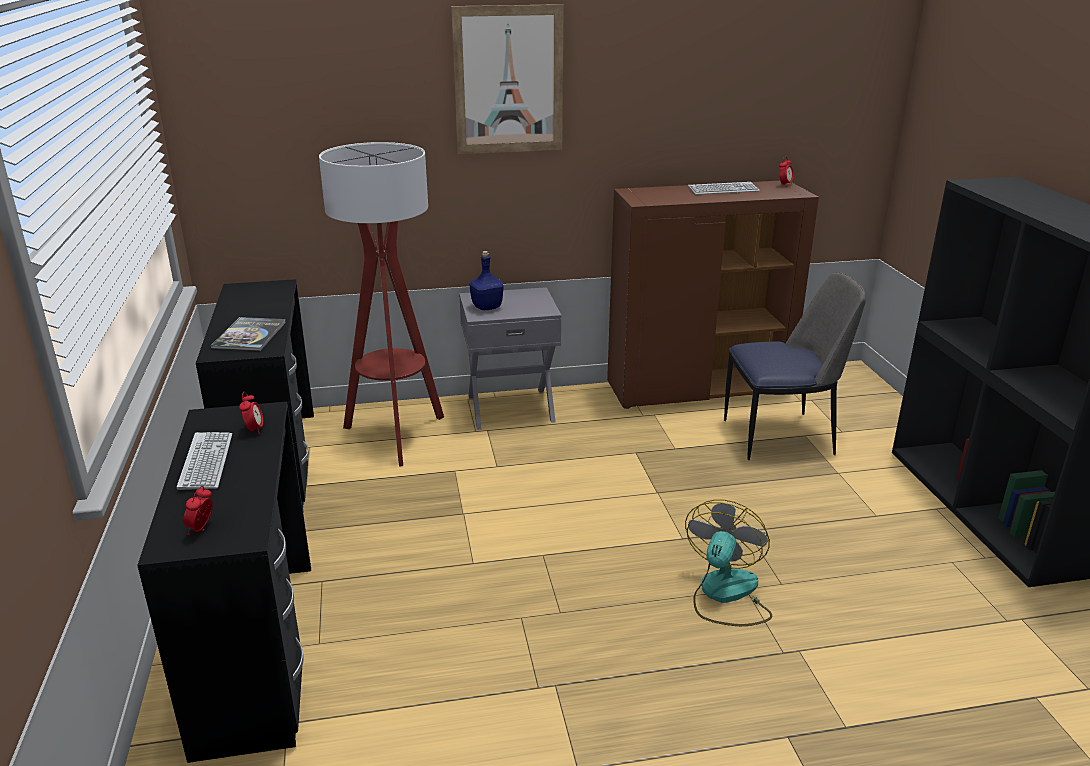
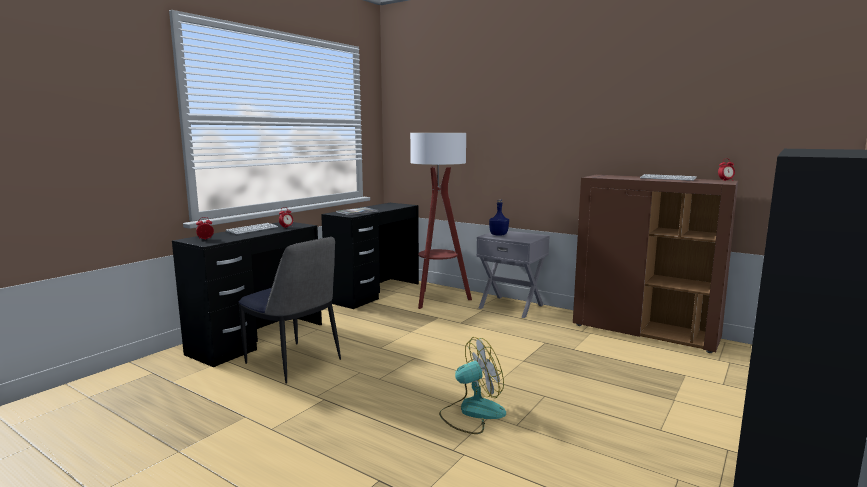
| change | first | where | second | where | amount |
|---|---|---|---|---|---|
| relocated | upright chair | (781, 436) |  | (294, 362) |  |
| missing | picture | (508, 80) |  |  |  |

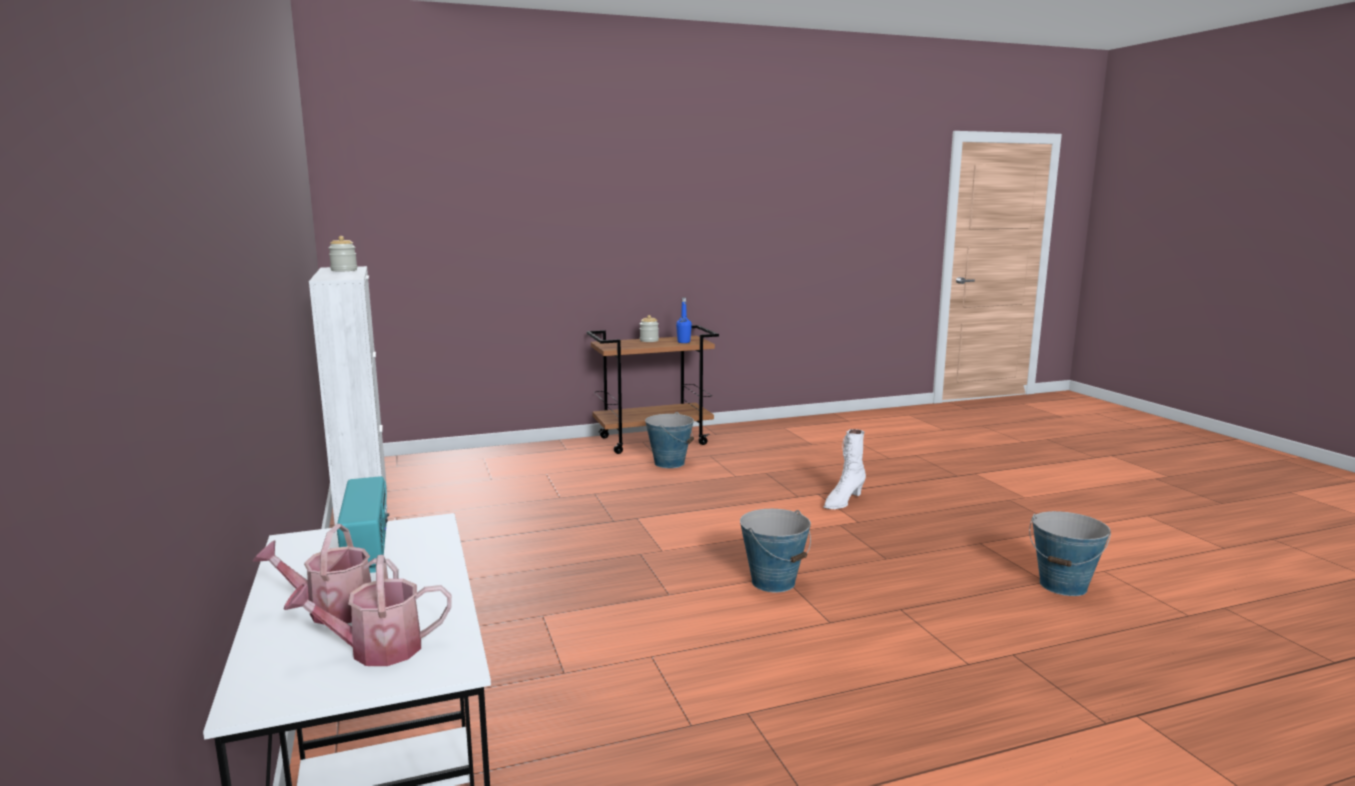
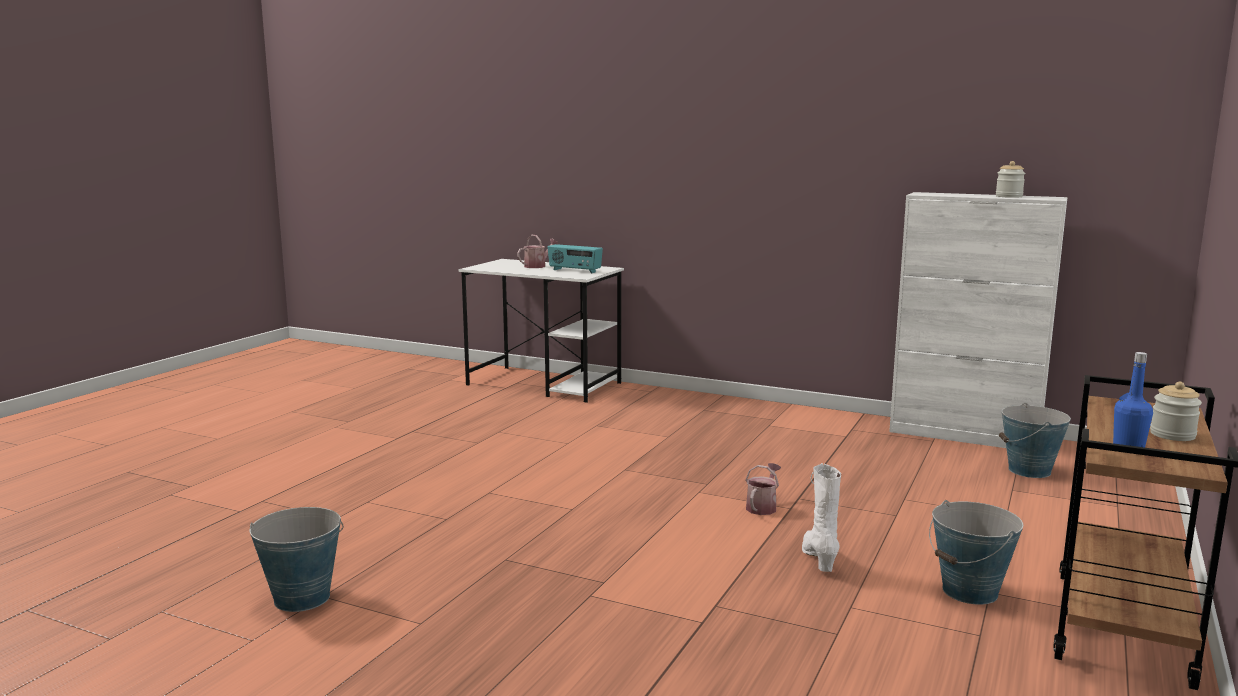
| change | first | where | second | where | amount |
|---|---|---|---|---|---|
| relocated | watering pot | (376, 650) |  | (762, 506) |  |
| relocated | white high-top boot | (843, 502) |  | (819, 558) |  |
| relocated | water bucket | (773, 582) |  | (1029, 470) |  |

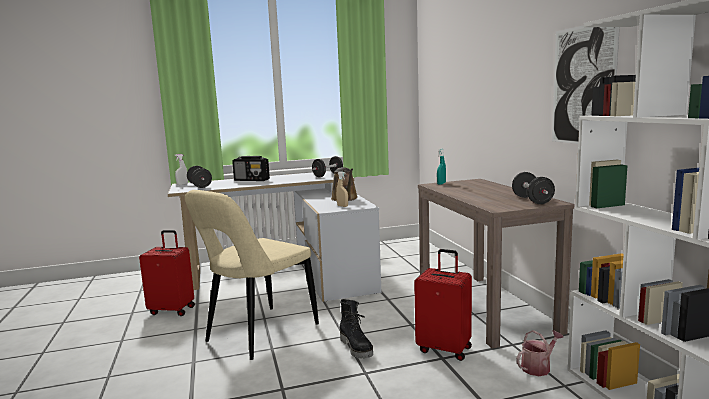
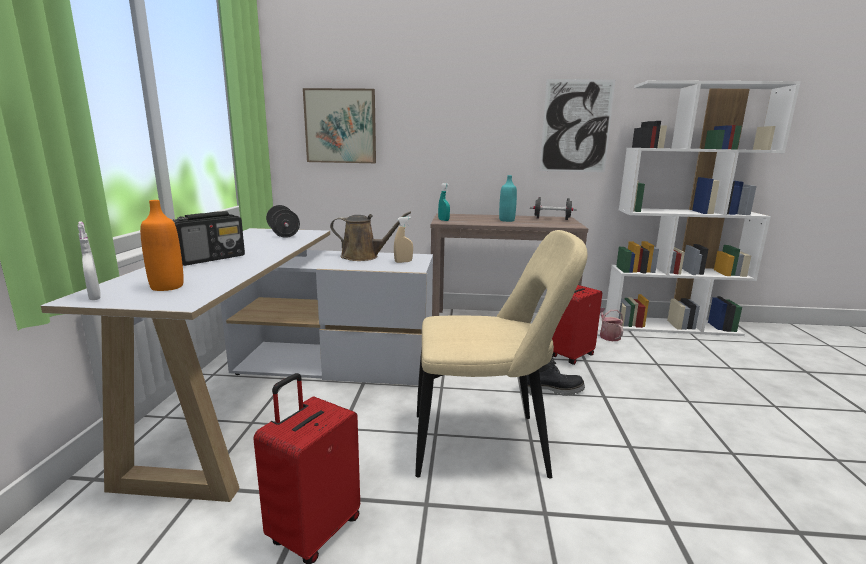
| change | first | where | second | where | amount |
|---|---|---|---|---|---|
| exchanged | black-coloured dumbbell | (200, 186) | orange drink bottle | (167, 287) |  |
| appeared |  |  | picture | (340, 126) |  |
| spun | sand-coloured upright chair | (258, 335) |  | (486, 445) | 60 degrees counterclockwise |
| appeared |  |  | turquoise drink bottle | (506, 220) |  |

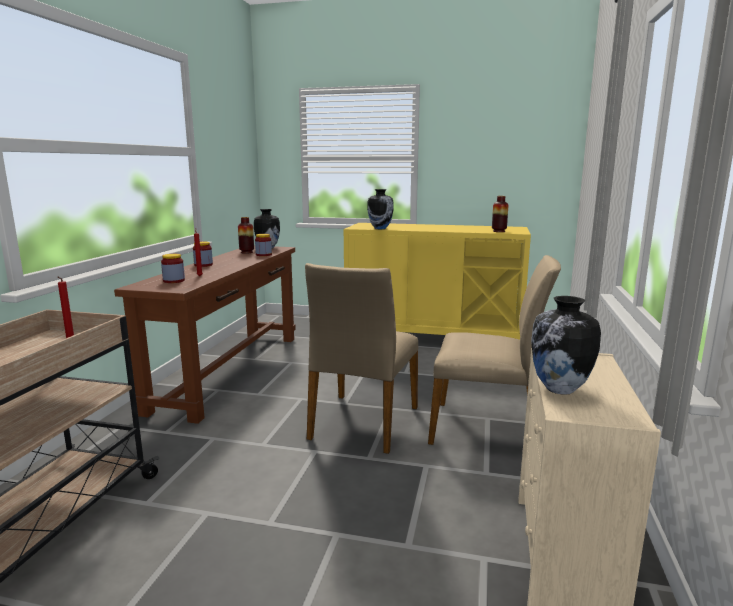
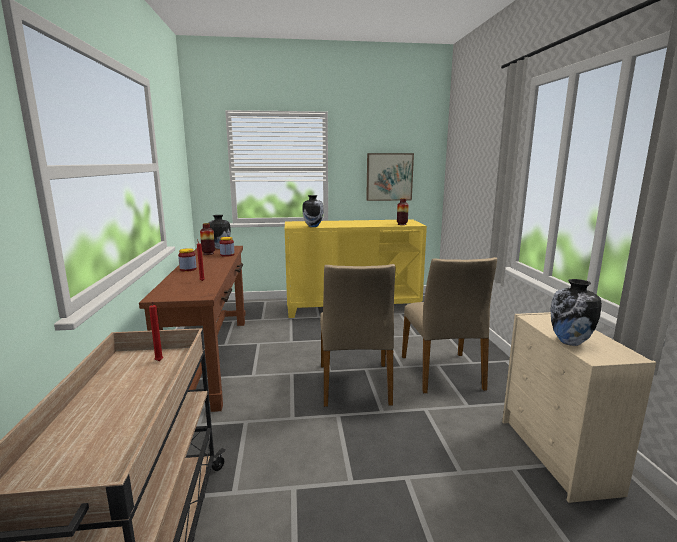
| change | first | where | second | where | amount |
|---|---|---|---|---|---|
| appeared |  |  | picture | (389, 177) |  |
| spun | sand-coloured upright chair | (486, 428) |  | (442, 372) | 90 degrees clockwise |
| missing | storage jar | (174, 281) |  |  |  |

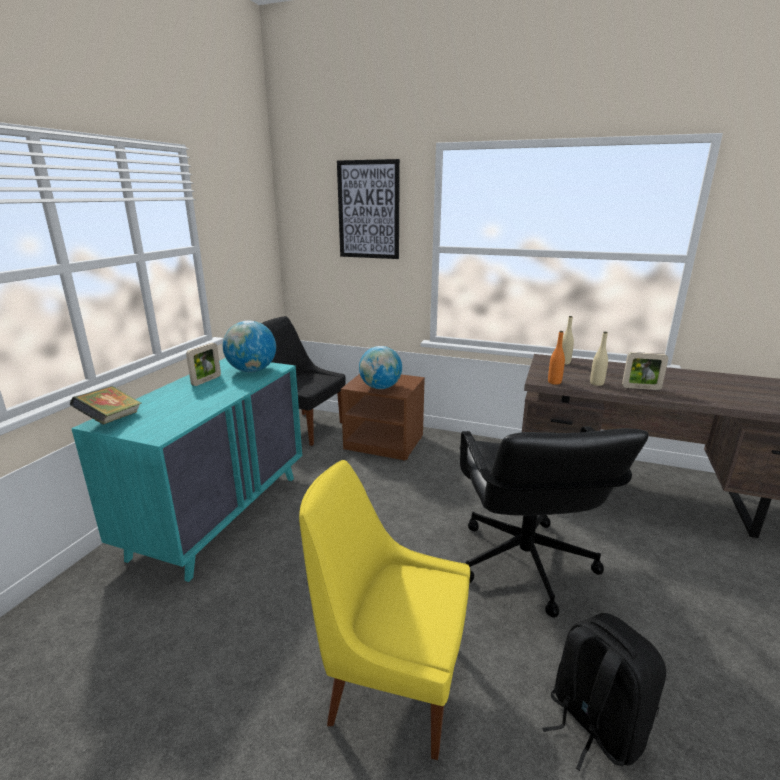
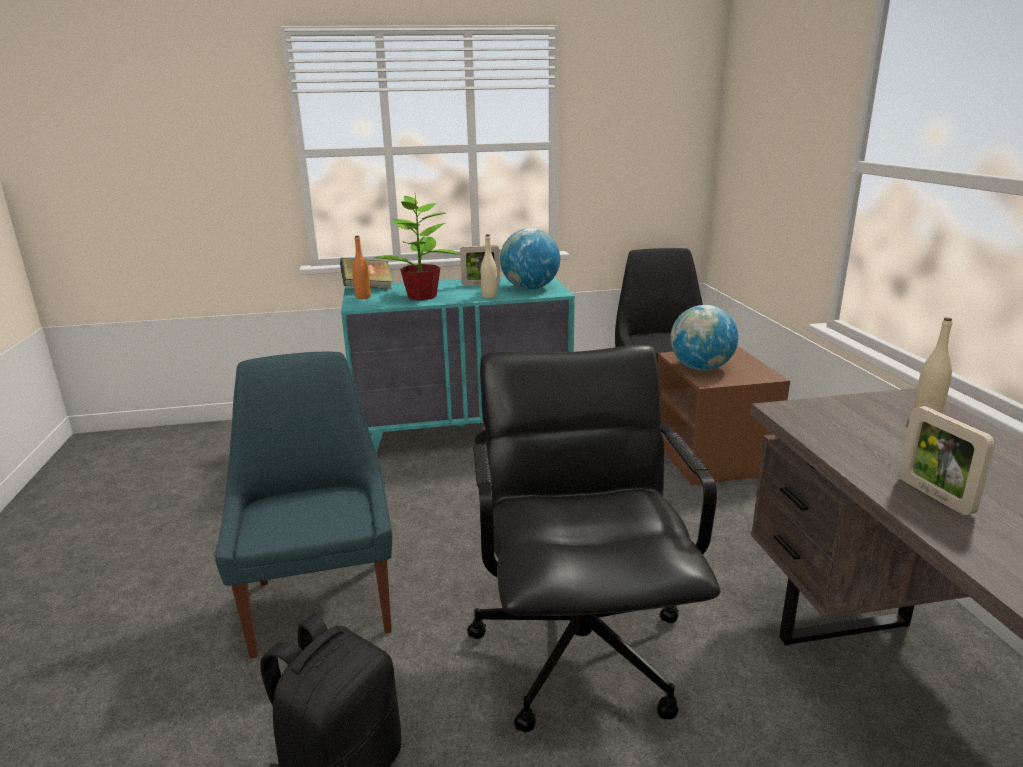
| change | first | where | second | where | amount |
|---|---|---|---|---|---|
| colour | yellow-coloured upright chair | (391, 682) | blue upright chair | (322, 602) |  |
| relocated | orange drink bottle | (554, 382) |  | (363, 297) |  |
| appeared |  |  | houseplant | (422, 297) |  |
| spun | black-coloured office chair | (524, 564) |  | (582, 649) | 120 degrees clockwise |
| relocated | sand-coloured drink bottle | (596, 383) |  | (489, 296) |  |
| missing | picture | (368, 210) |  |  |  |

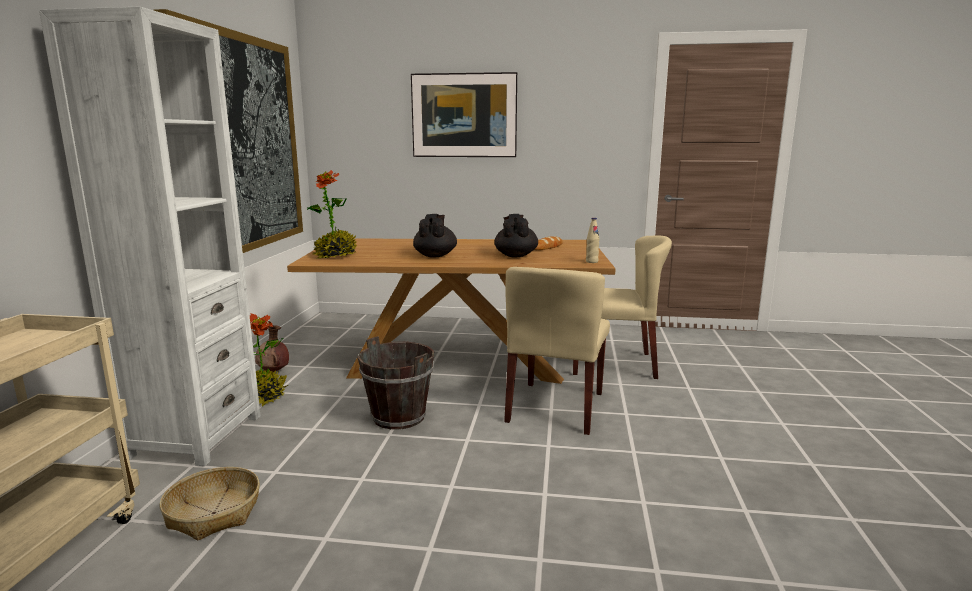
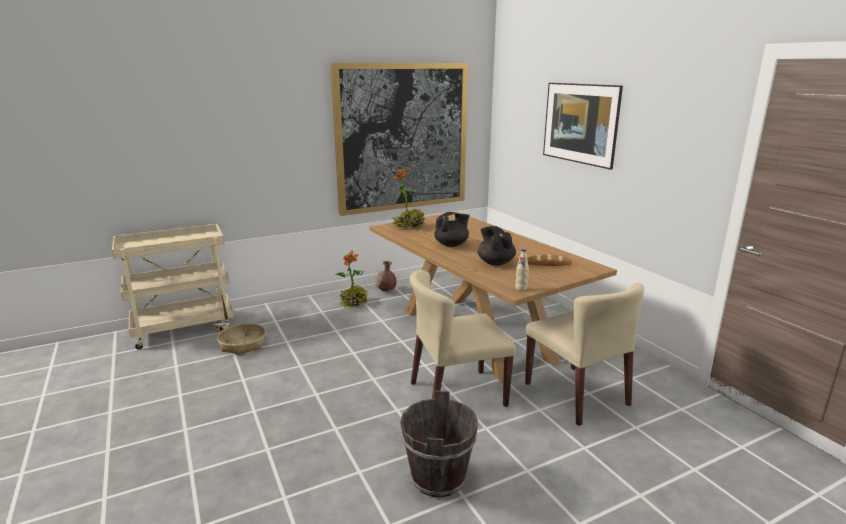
| change | first | where | second | where | amount |
|---|---|---|---|---|---|
| relocated | brown water bucket | (399, 417) |  | (438, 478) |  |
| spun | black-coloured pot for tea | (515, 255) |  | (495, 263) | 75 degrees counterclockwise |
| missing | white bookcase | (195, 436) |  |  |  |

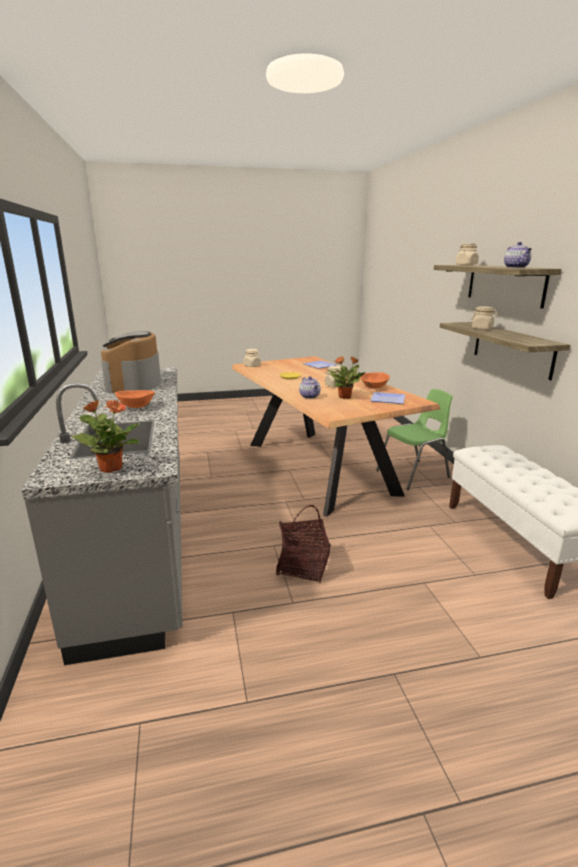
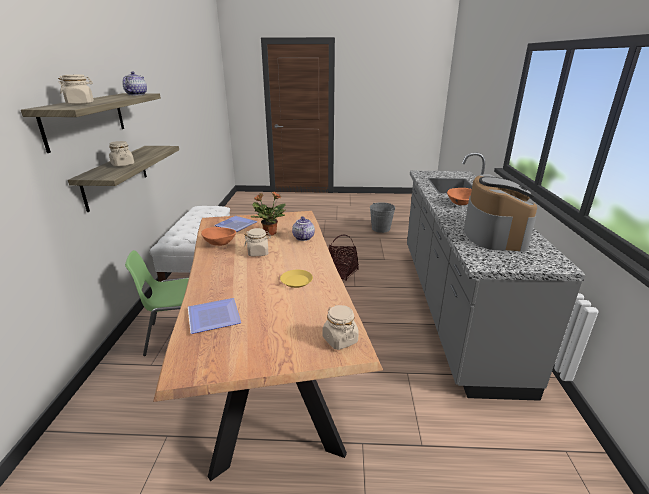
| change | first | where | second | where | amount |
|---|---|---|---|---|---|
| appeared |  |  | grey water bucket | (381, 229) |  |
| missing | houseplant | (110, 468) |  |  |  |

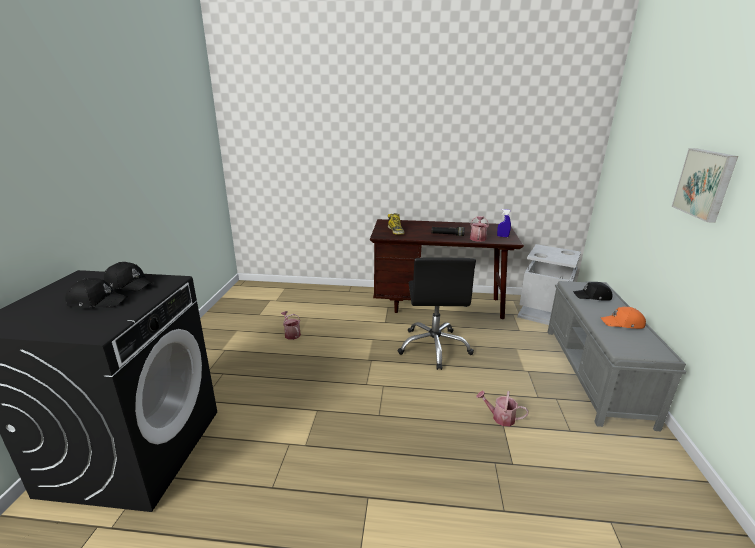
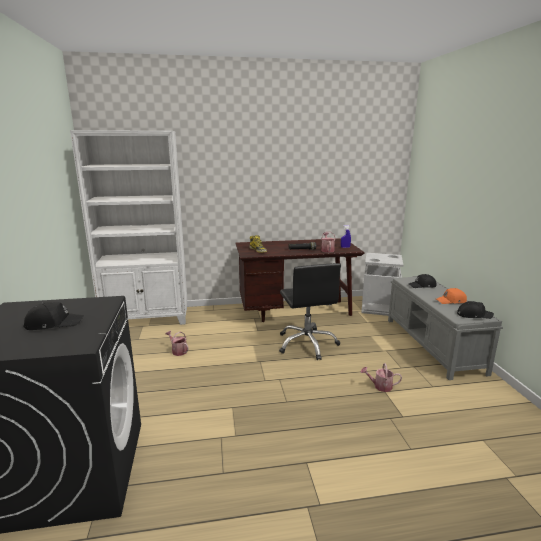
| change | first | where | second | where | amount |
|---|---|---|---|---|---|
| appeared |  |  | white bookcase | (147, 319) |  |
| relocated | black-coloured cap | (129, 284) |  | (473, 315) |  |
| missing | picture | (705, 184) |  |  |  |

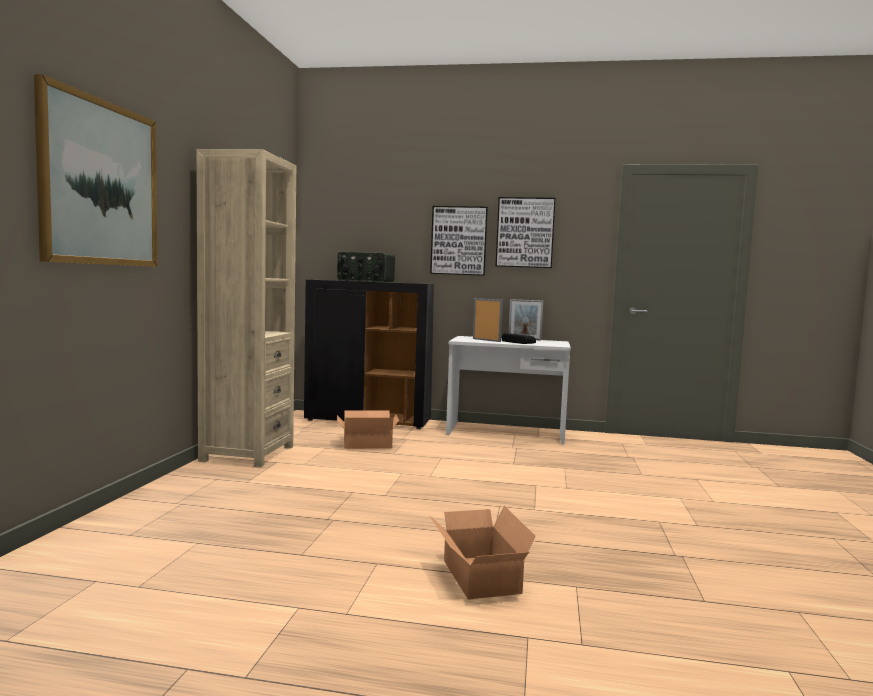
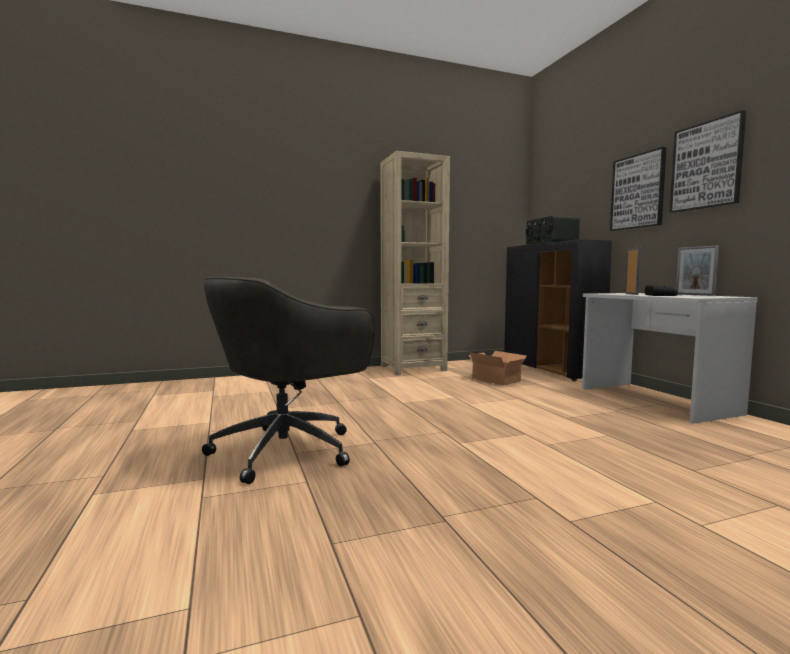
| change | first | where | second | where | amount |
|---|---|---|---|---|---|
| exchanged | packing box | (478, 578) | grey office chair | (288, 449) |  |
| missing | picture | (100, 183) |  |  |  |

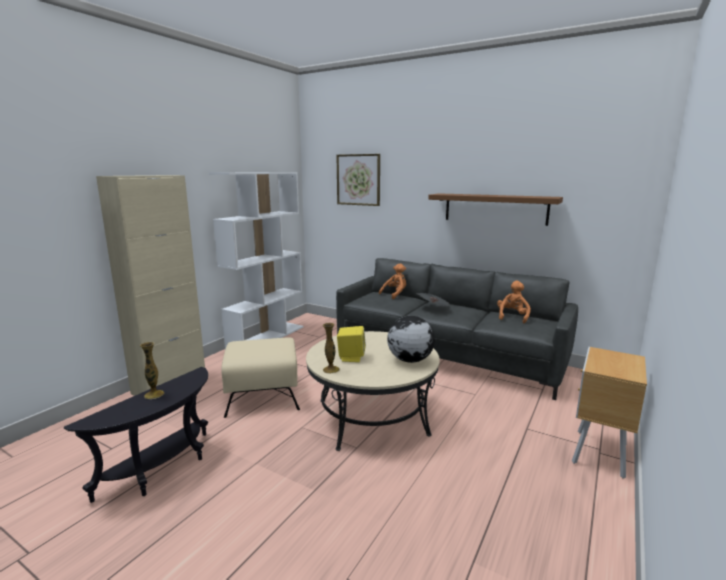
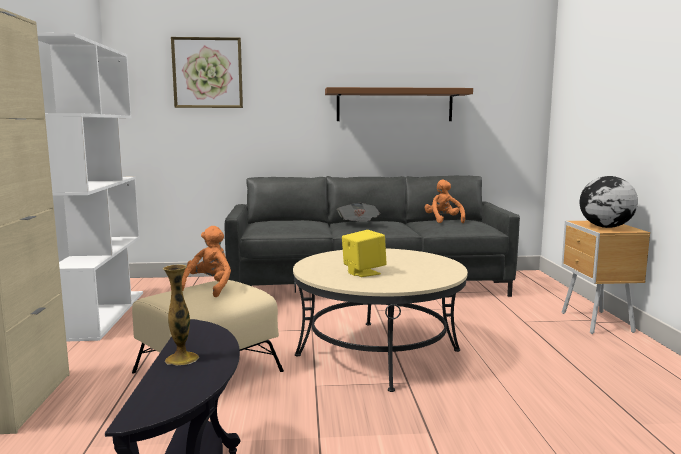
| change | first | where | second | where | amount |
|---|---|---|---|---|---|
| relocated | orange plush toy | (395, 294) |  | (209, 288) |  |
| relocated | desk globe | (409, 360) |  | (605, 227) |  |
| missing | decorative vase | (331, 369) |  |  |  |

